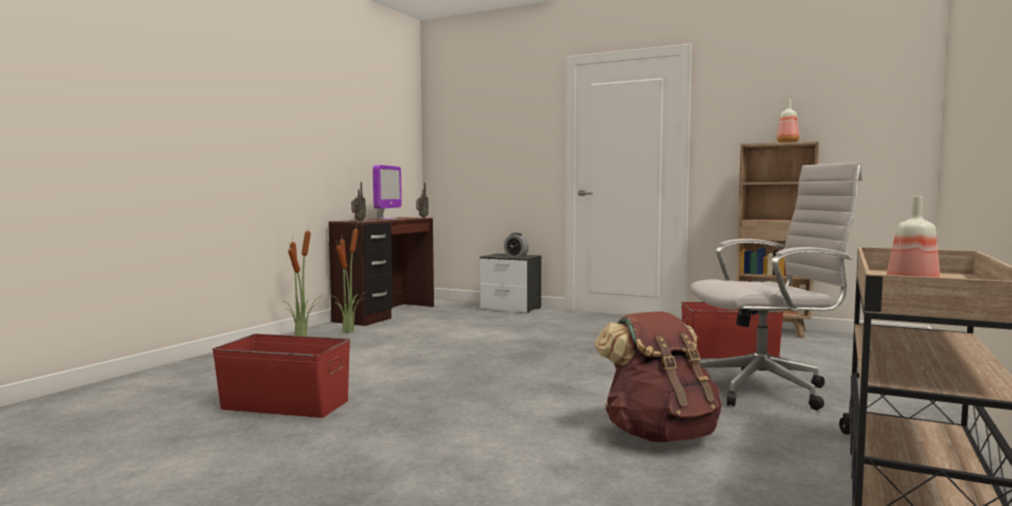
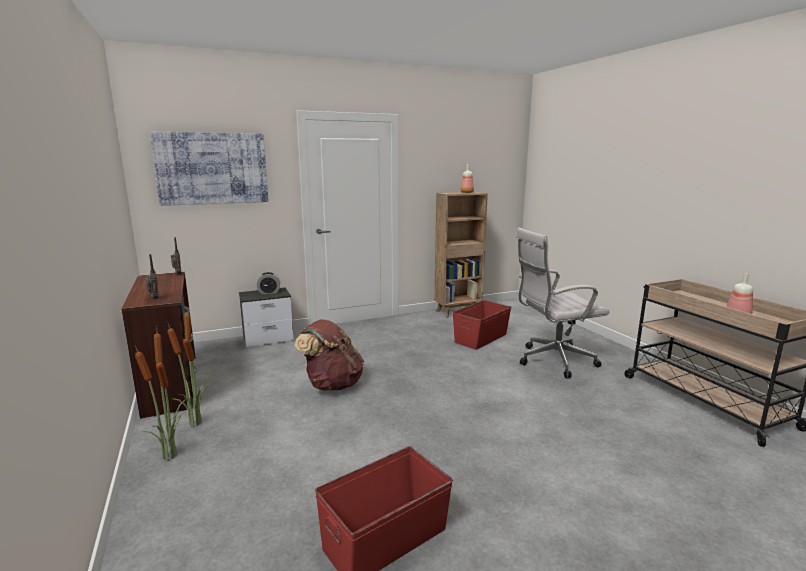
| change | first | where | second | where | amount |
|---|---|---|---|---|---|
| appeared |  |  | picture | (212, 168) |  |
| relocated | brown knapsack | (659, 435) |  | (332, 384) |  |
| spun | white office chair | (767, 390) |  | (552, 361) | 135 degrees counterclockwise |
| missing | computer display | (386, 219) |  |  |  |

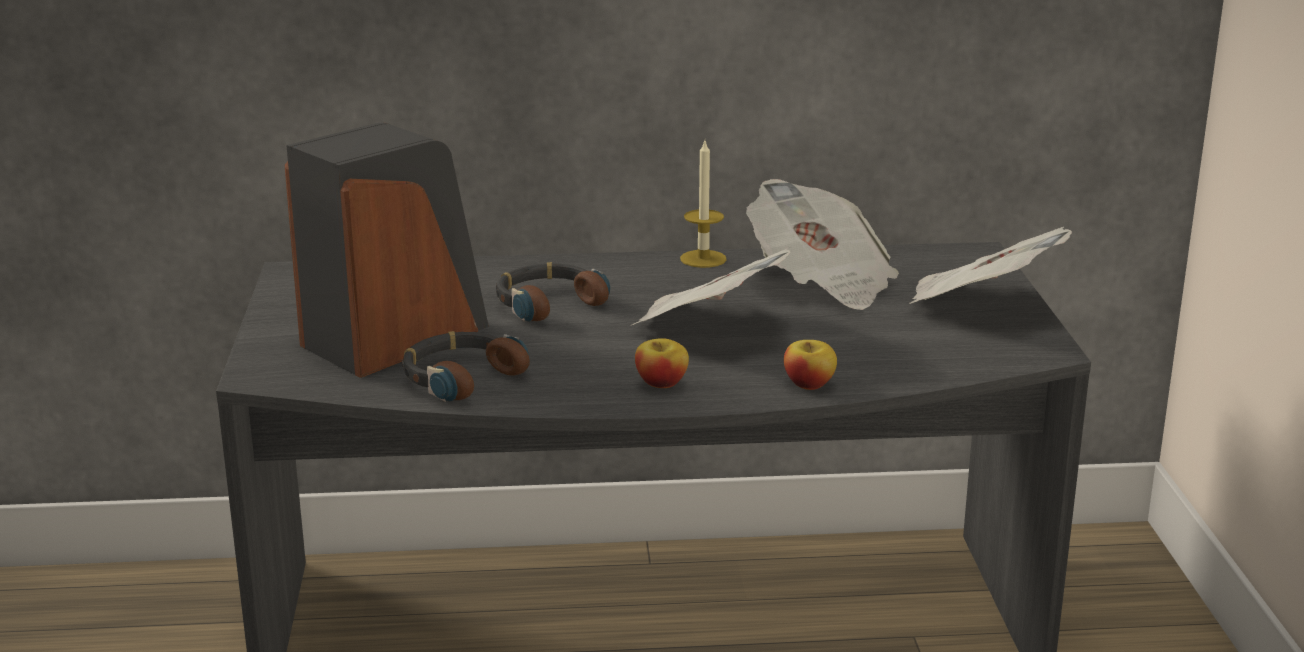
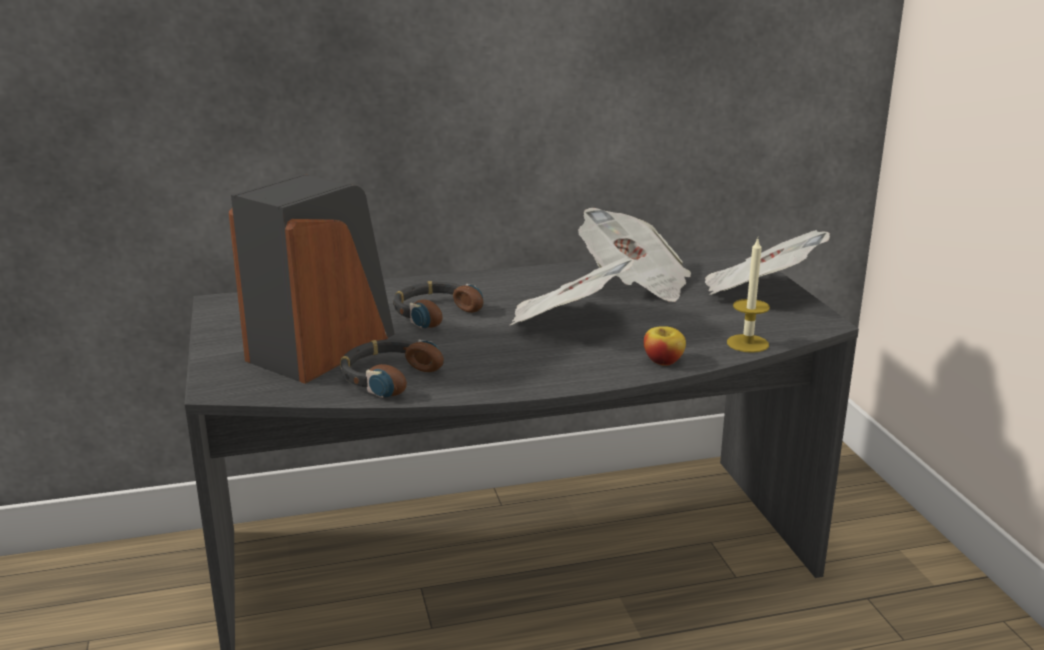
| change | first | where | second | where | amount |
|---|---|---|---|---|---|
| relocated | wax light | (703, 259) |  | (747, 343) |  |
| missing | whole apple | (661, 383) |  |  |  |

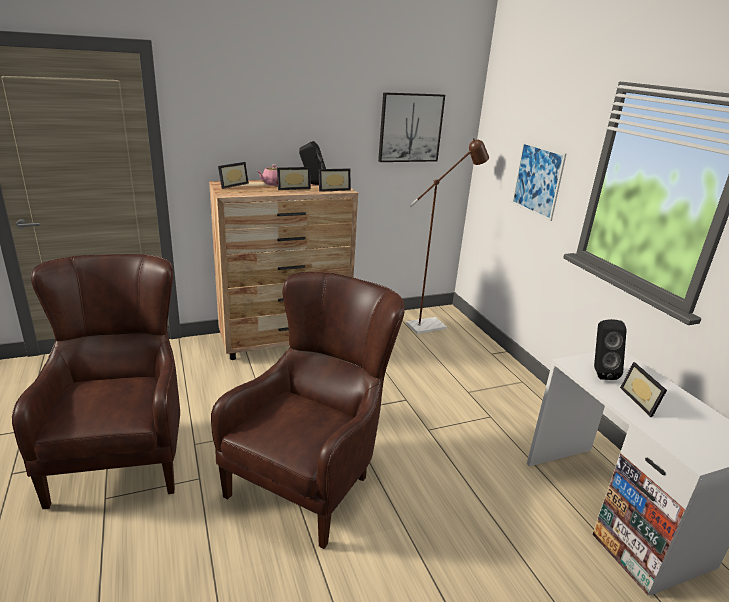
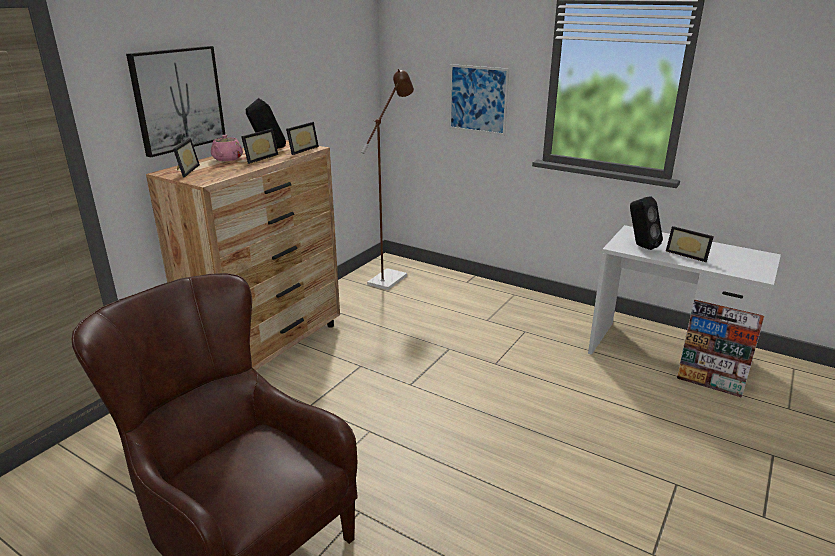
| change | first | where | second | where | amount |
|---|---|---|---|---|---|
| relocated | picture | (410, 128) |  | (178, 99) |  |
| missing | brown armchair | (312, 476) |  |  |  |

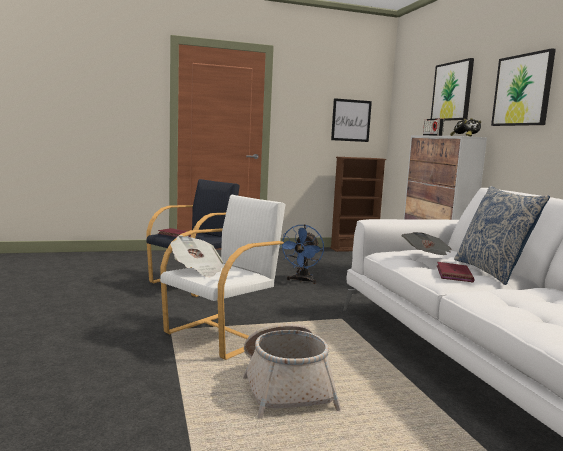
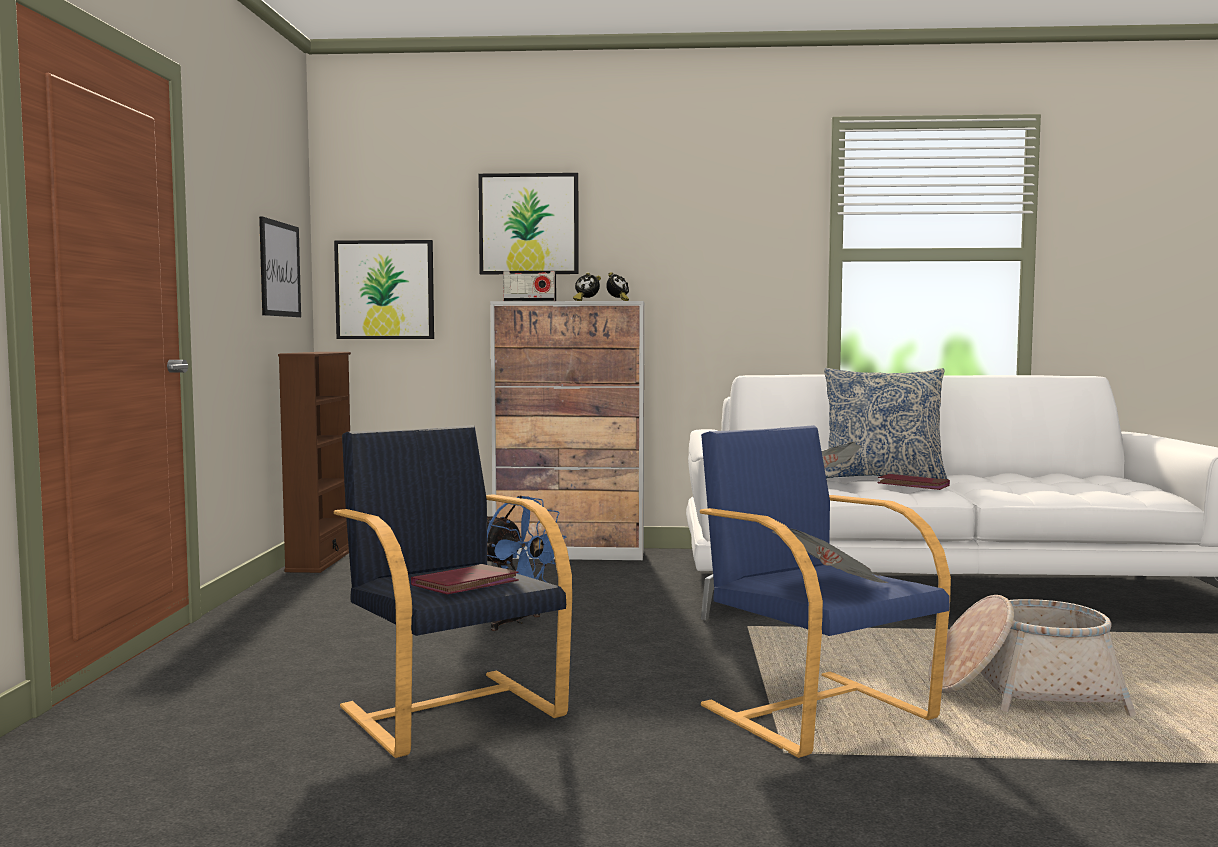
| change | first | where | second | where | amount |
|---|---|---|---|---|---|
| relocated | picture | (522, 90) |  | (385, 290) |  |
| colour | white armchair | (223, 335) | blue armchair | (815, 711) |  |

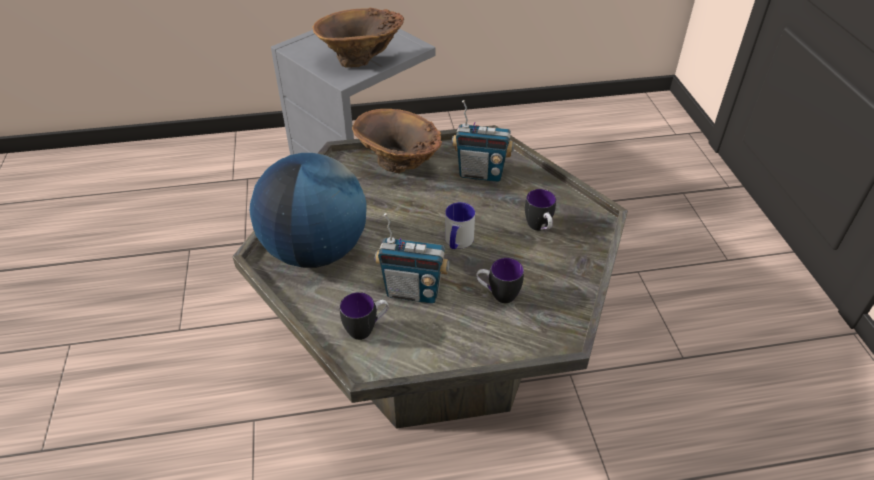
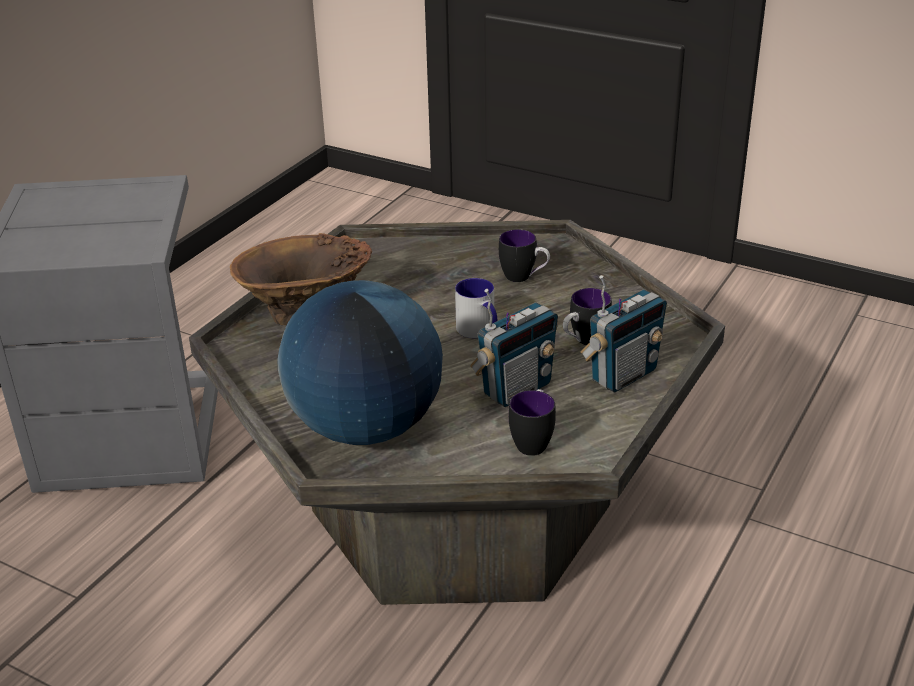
| change | first | where | second | where | amount |
|---|---|---|---|---|---|
| relocated | radio set | (481, 174) |  | (623, 375) |  |
| missing | brown decorative vase | (362, 62) |  |  |  |

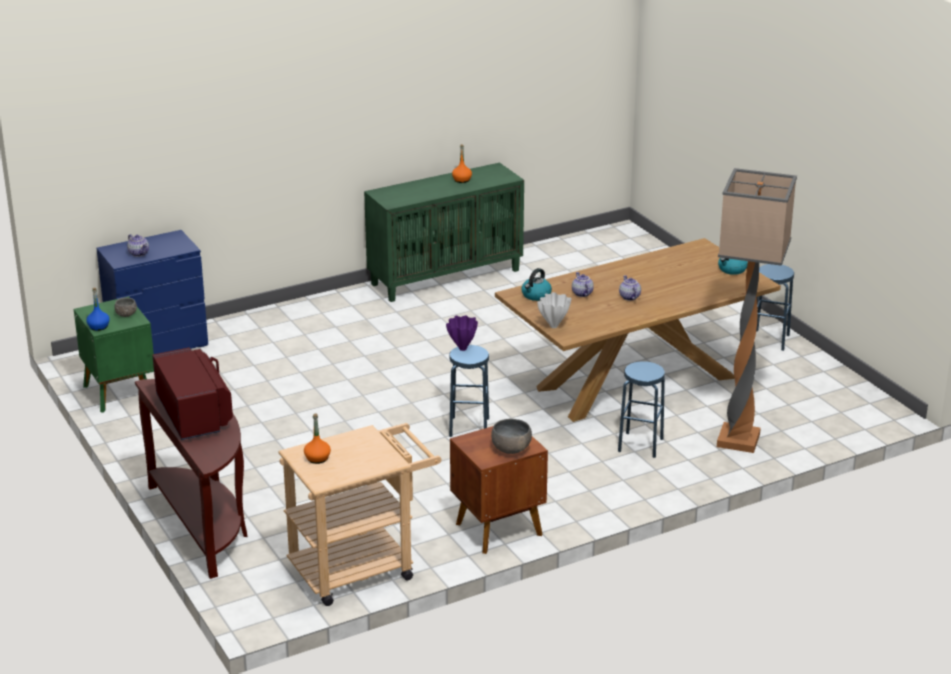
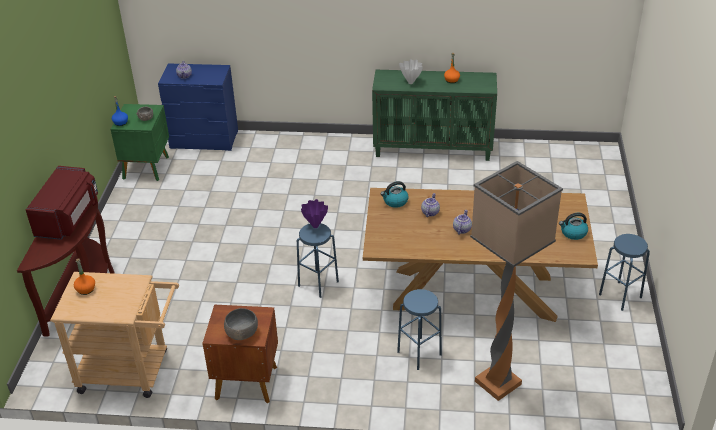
| change | first | where | second | where | amount |
|---|---|---|---|---|---|
| relocated | white decorative vase | (554, 326) |  | (411, 82) |  |

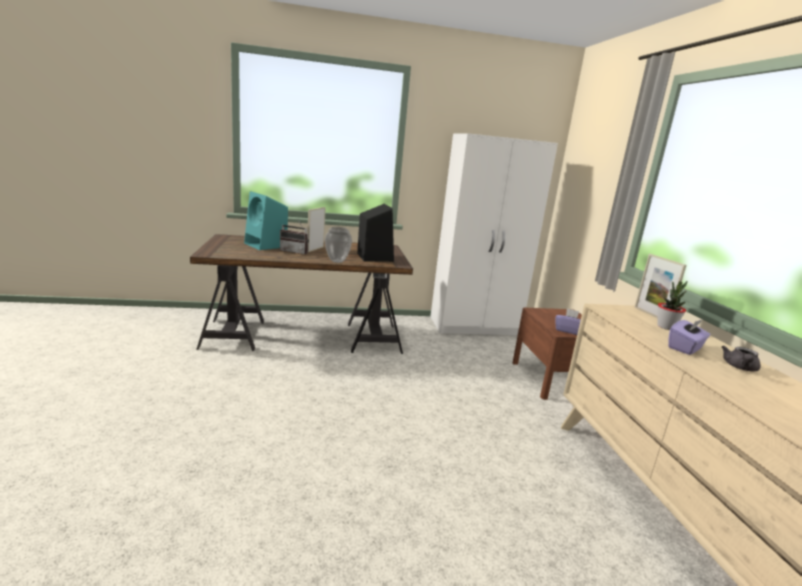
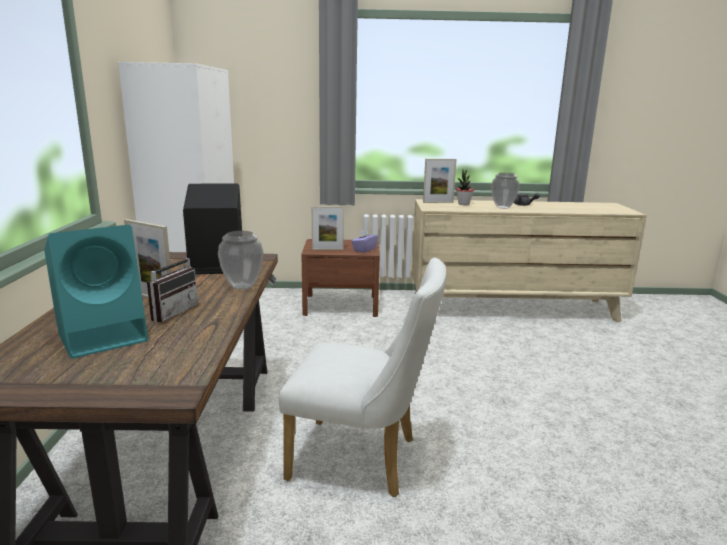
| change | first | where | second | where | amount |
|---|---|---|---|---|---|
| appeared |  |  | white upright chair | (363, 460) |  |
| appeared |  |  | picture frame | (327, 249) |  |
| exchanged | purplish box of tissues | (685, 348) | decorative vase | (502, 207) |  |

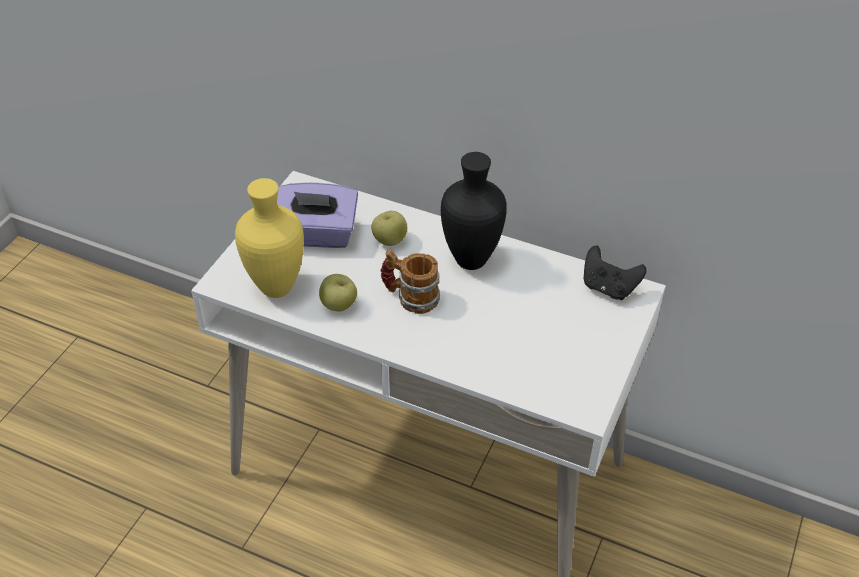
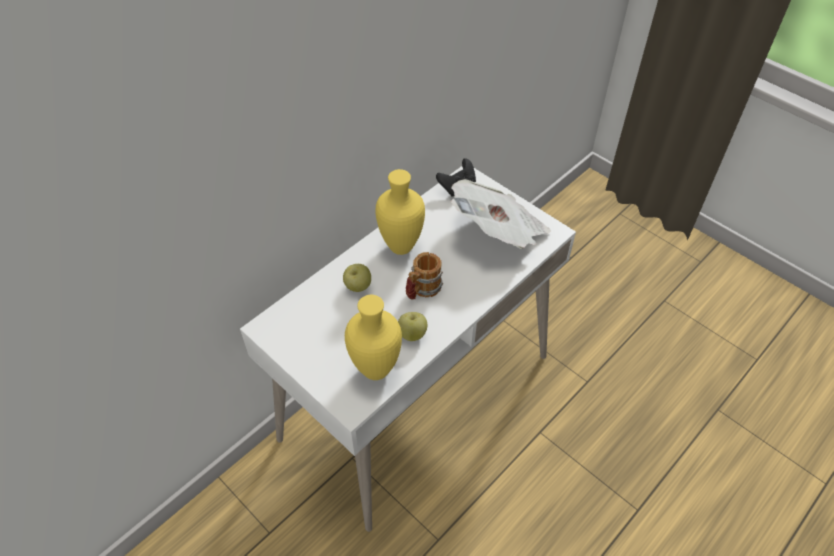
| change | first | where | second | where | amount |
|---|---|---|---|---|---|
| colour | black-coloured decorative vase | (471, 262) | yellow-coloured decorative vase | (402, 247) |  |
| appeared |  |  | daily paper | (499, 232) |  |
| missing | purplish box of tissues | (317, 235) |  |  |  |

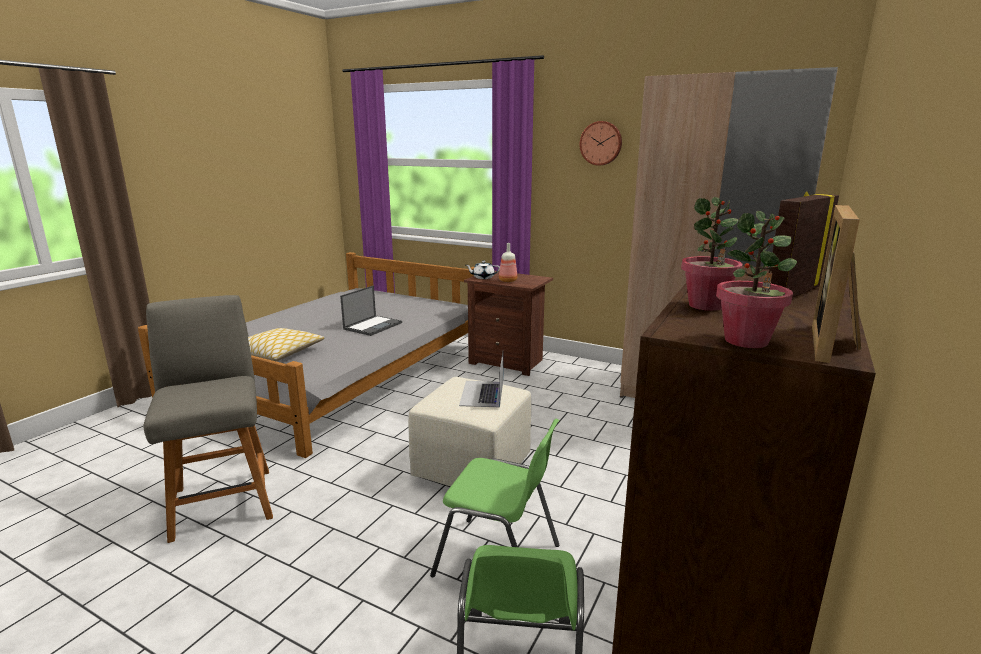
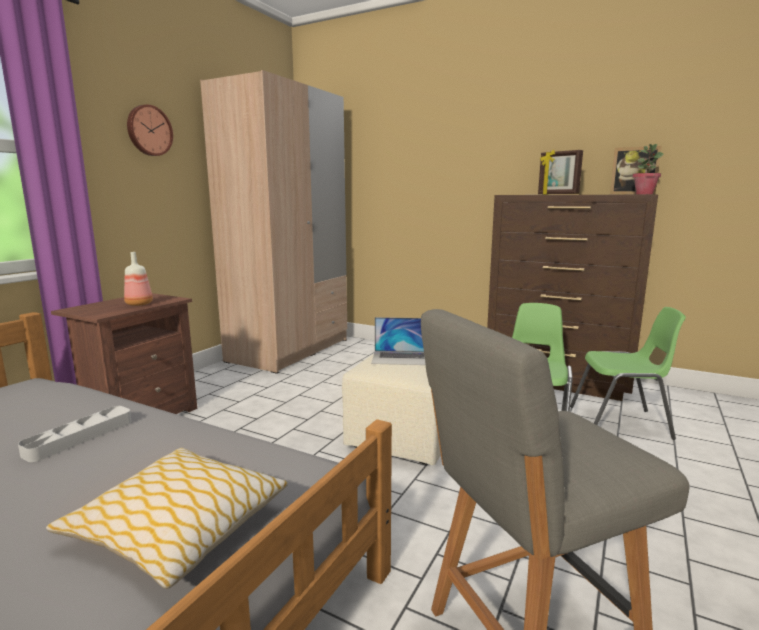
| change | first | where | second | where | amount |
|---|---|---|---|---|---|
| exchanged | portable computer | (373, 326) | grey carrying tray | (80, 437) |  |
| missing | white pot for tea | (483, 277) |  |  |  |
| missing | houseplant | (706, 306) |  |  |  |

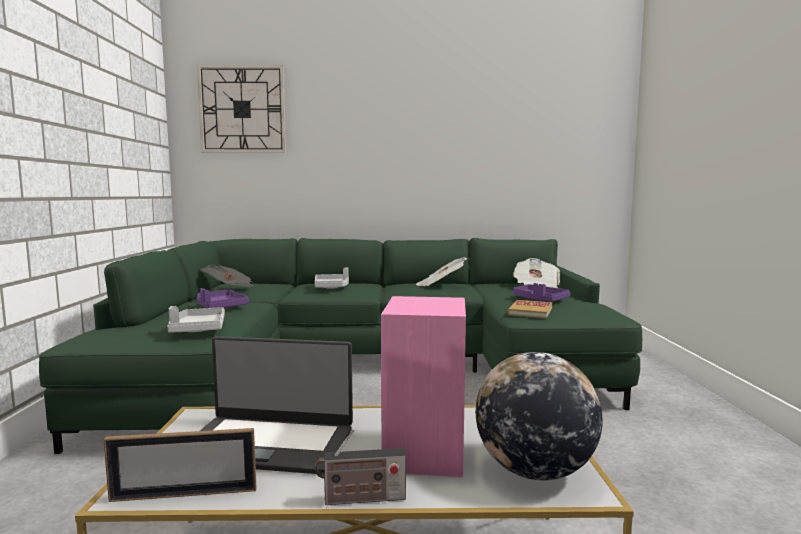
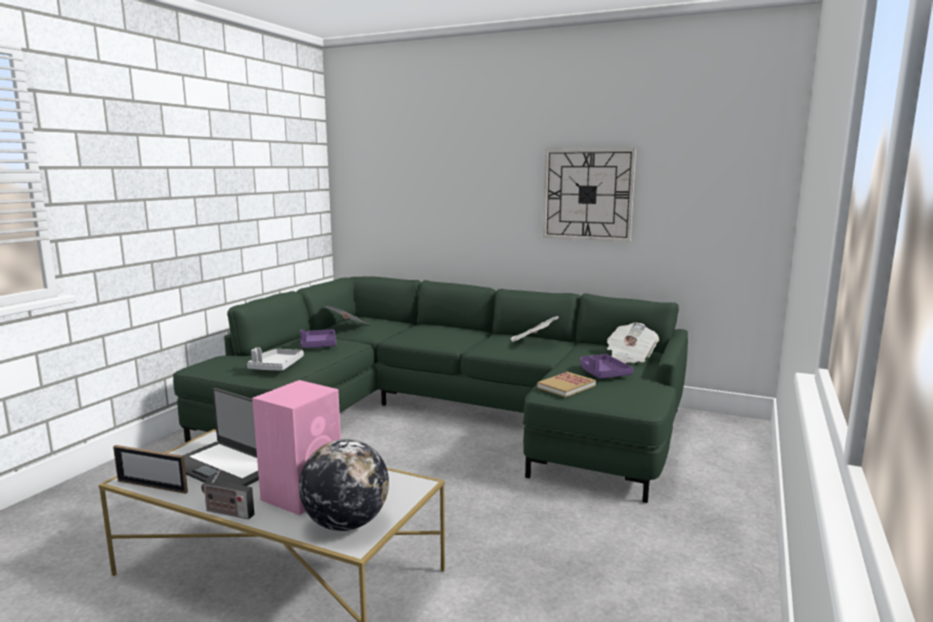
| change | first | where | second | where | amount |
|---|---|---|---|---|---|
| relocated | clock on the wall | (242, 109) |  | (588, 194) |  |
| missing | grey carrying tray | (332, 287) |  |  |  |

